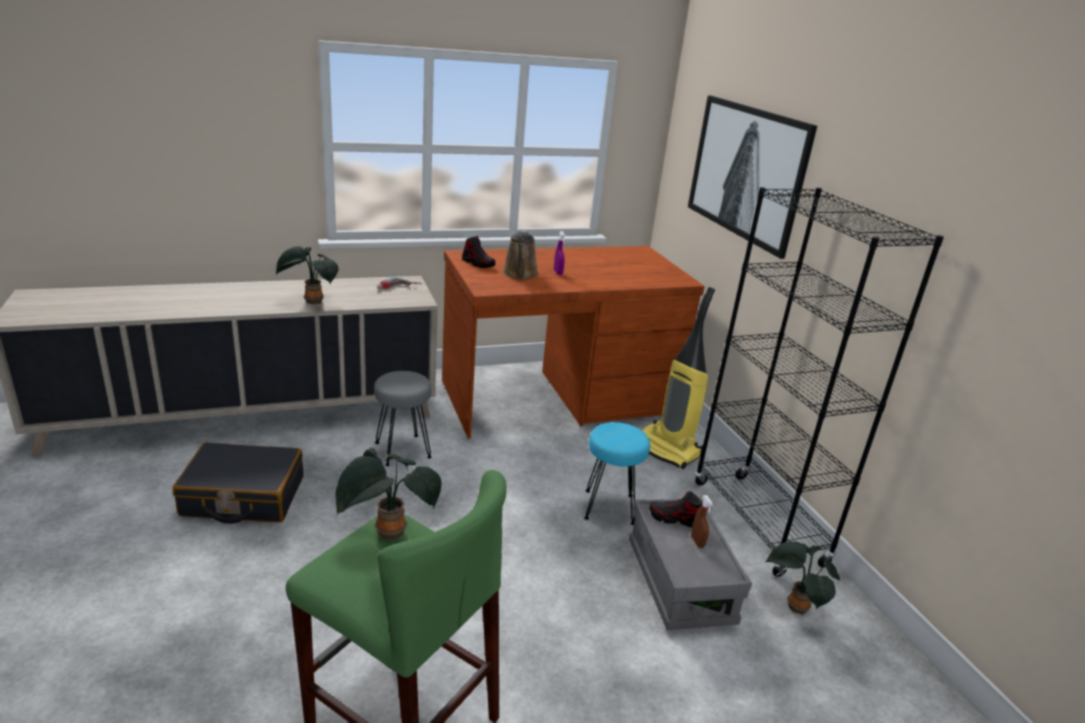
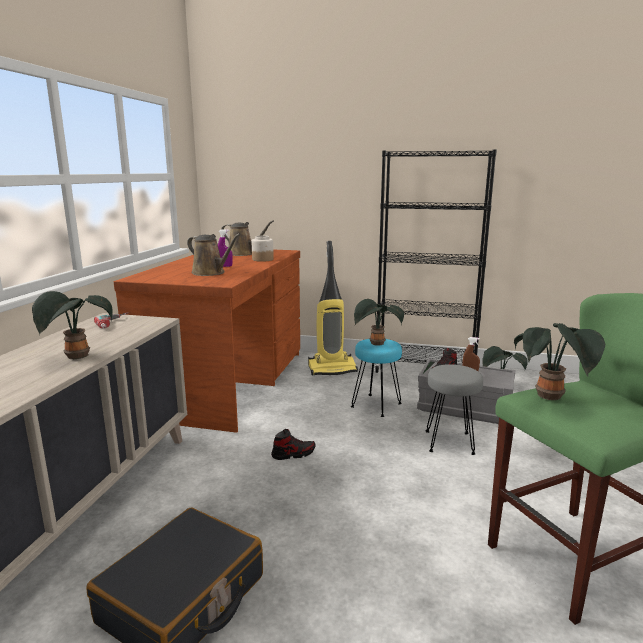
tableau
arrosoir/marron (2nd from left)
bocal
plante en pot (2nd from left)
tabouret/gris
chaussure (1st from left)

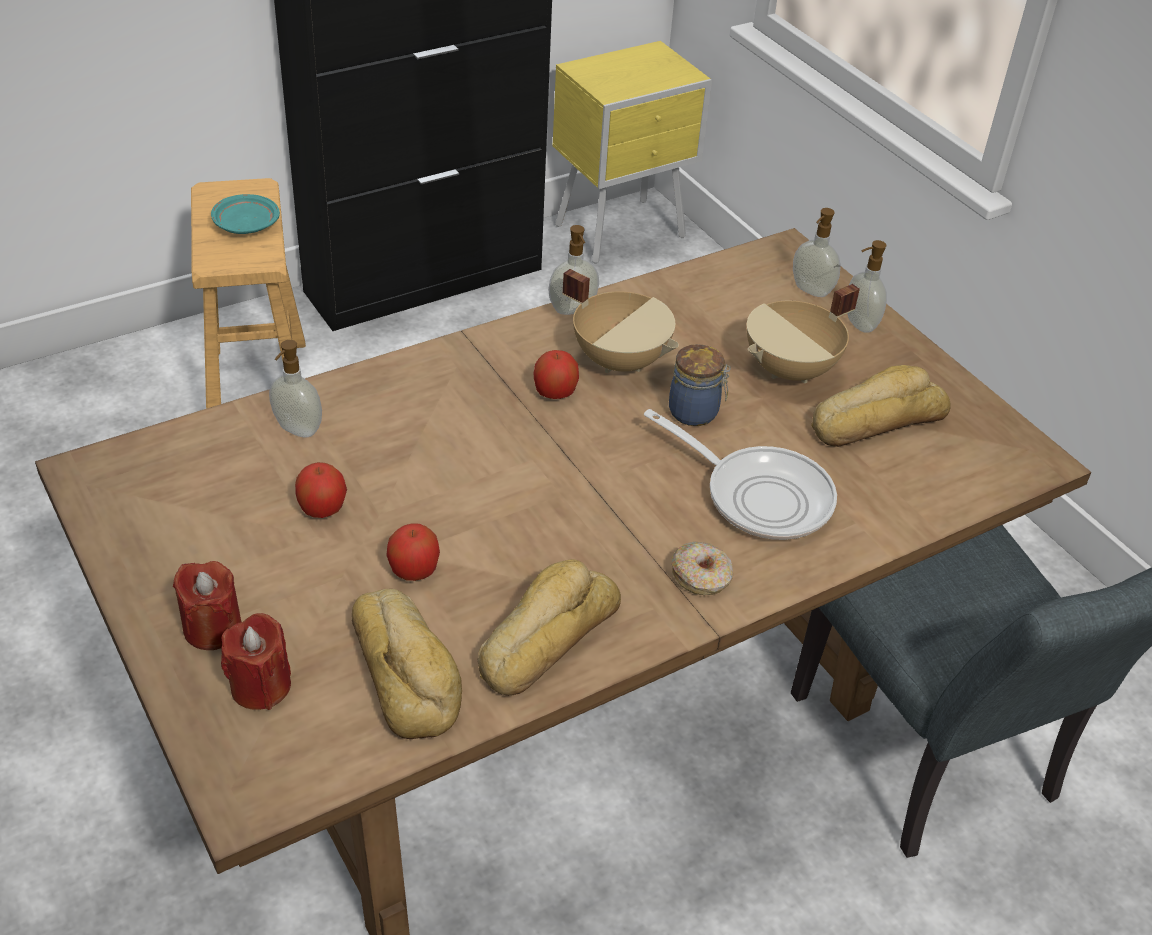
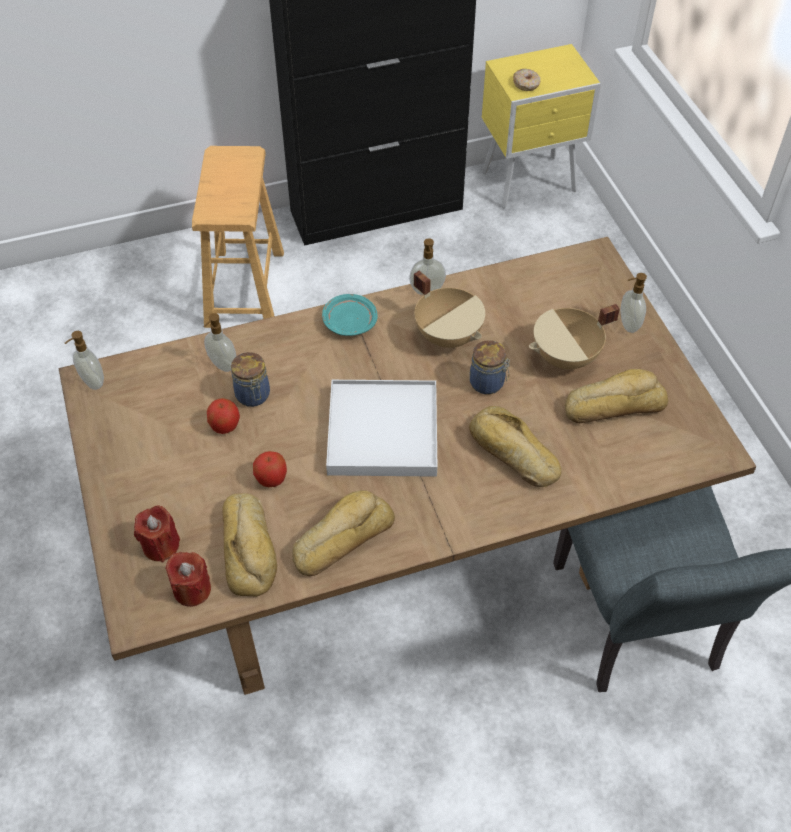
pomme (3rd from left in the first image)
bocal (1st from left)
plateau/blanc
bougie/rouge (2nd from left)
assiette/turquoise
beignet
distributeur de savon (1st from left)
pain (3rd from left)

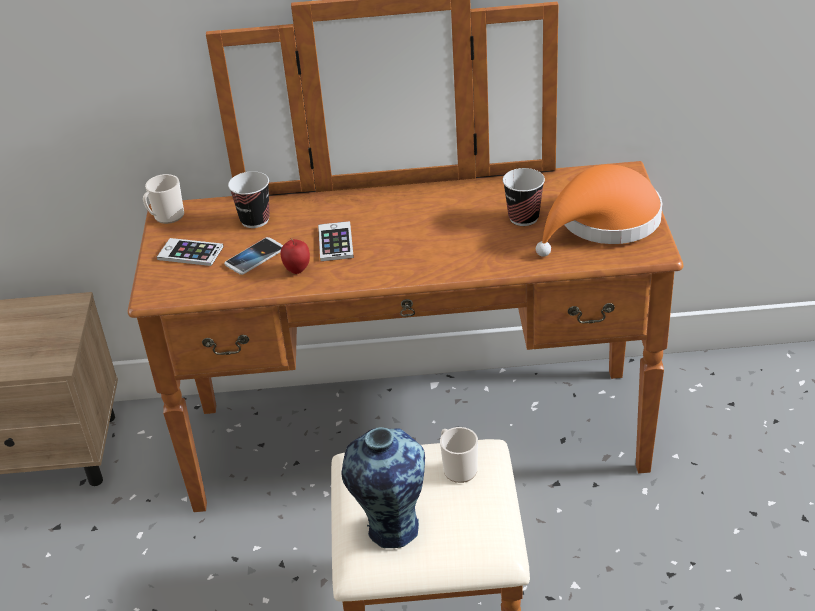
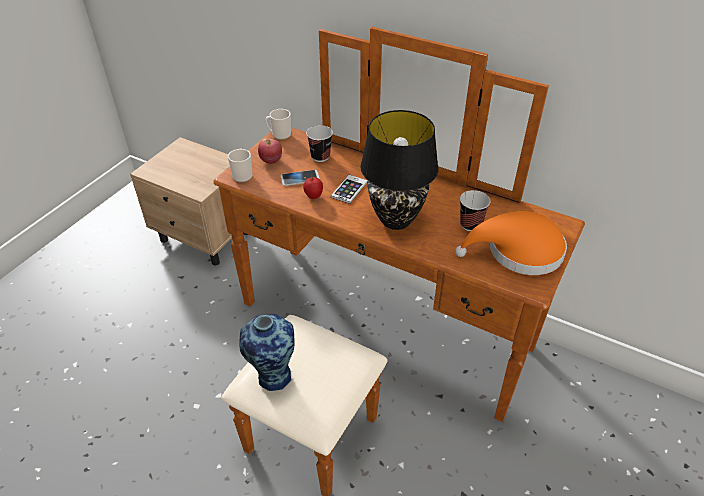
lampe de table/noir
mug (1st from left)
pomme (1st from left)

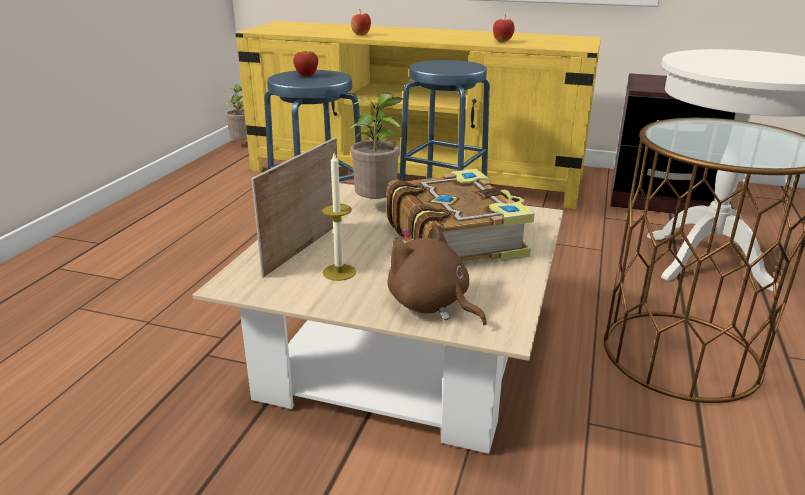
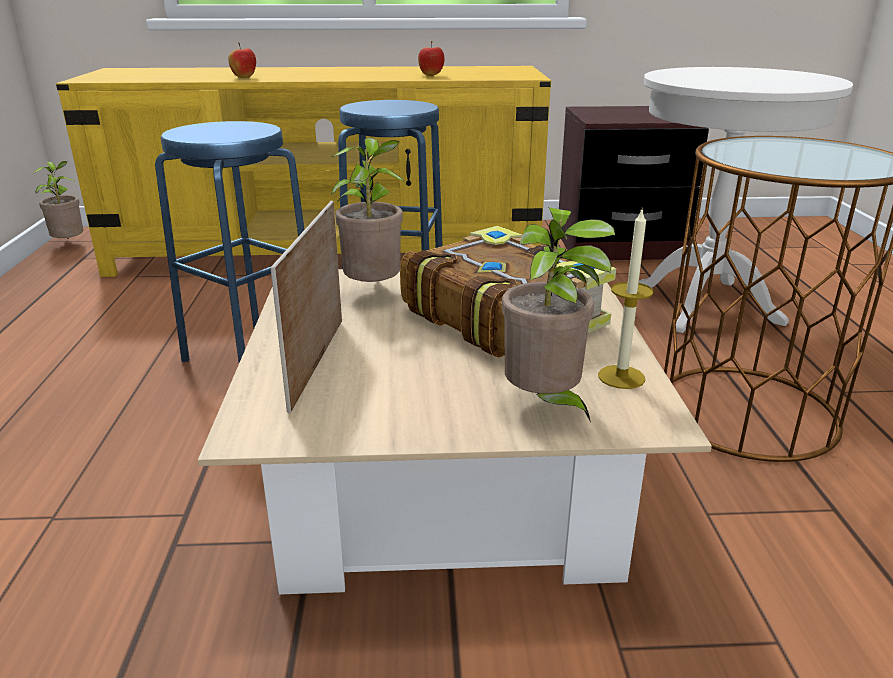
pomme (1st from left in the first image)
bougie
plante en pot (3rd from left)

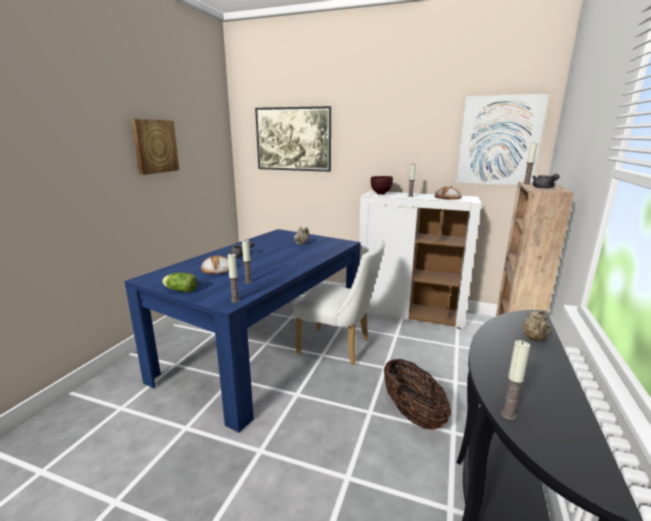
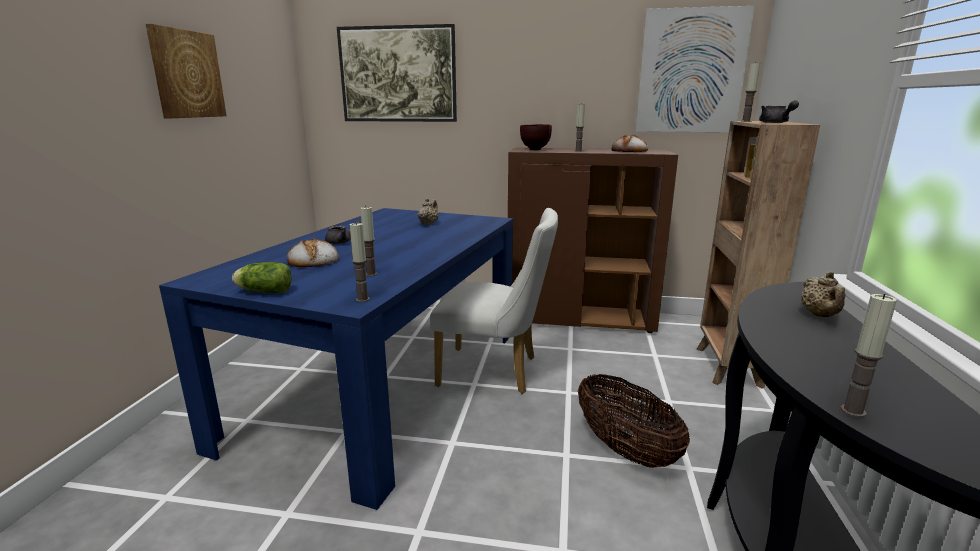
meuble de rangement/marron

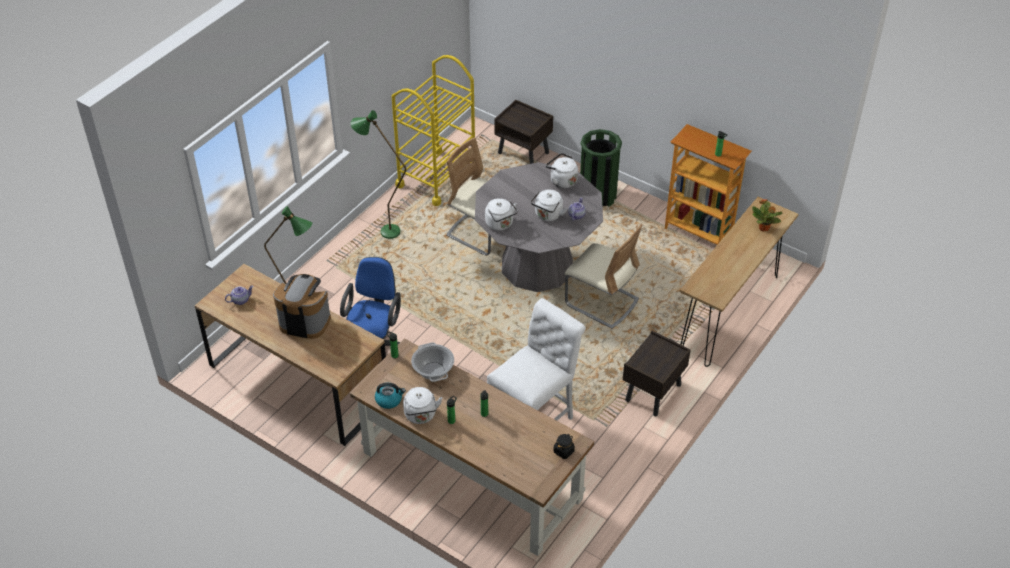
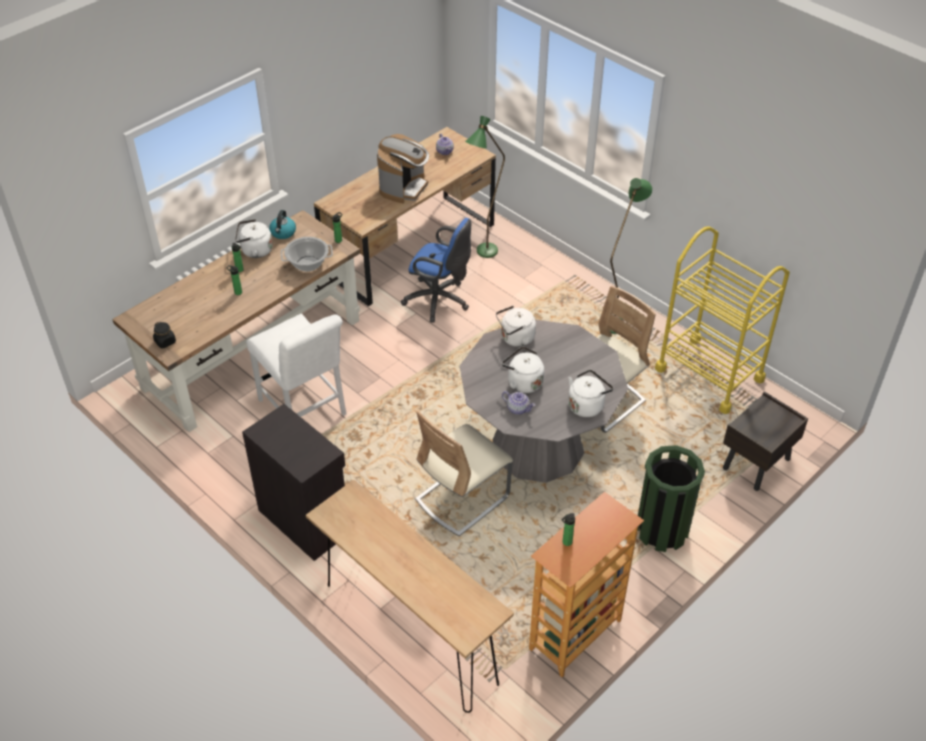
plante en pot
meuble de rangement/noir

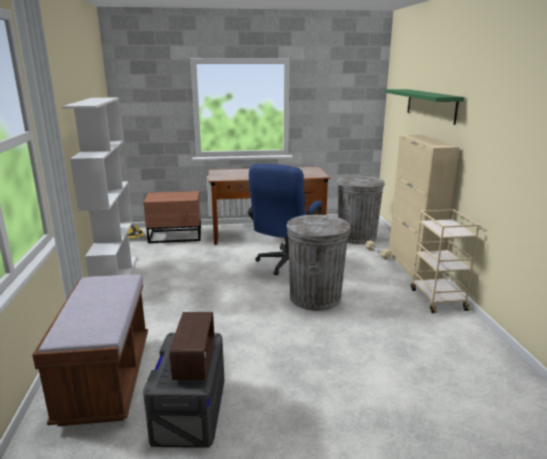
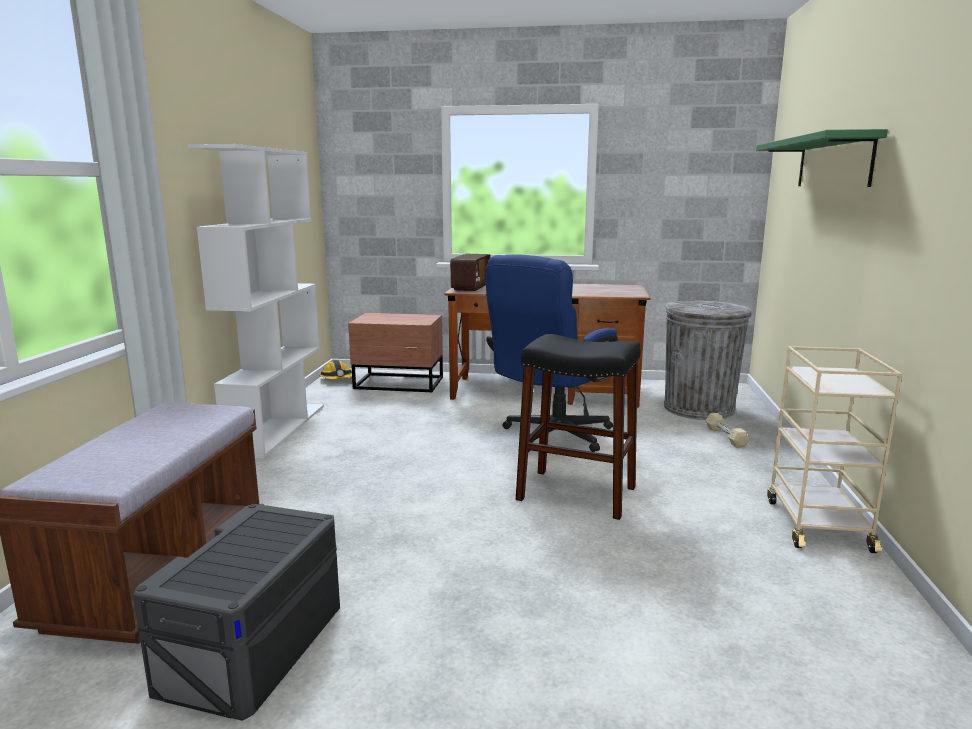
meuble de rangement/beige
radio
tabouret/noir

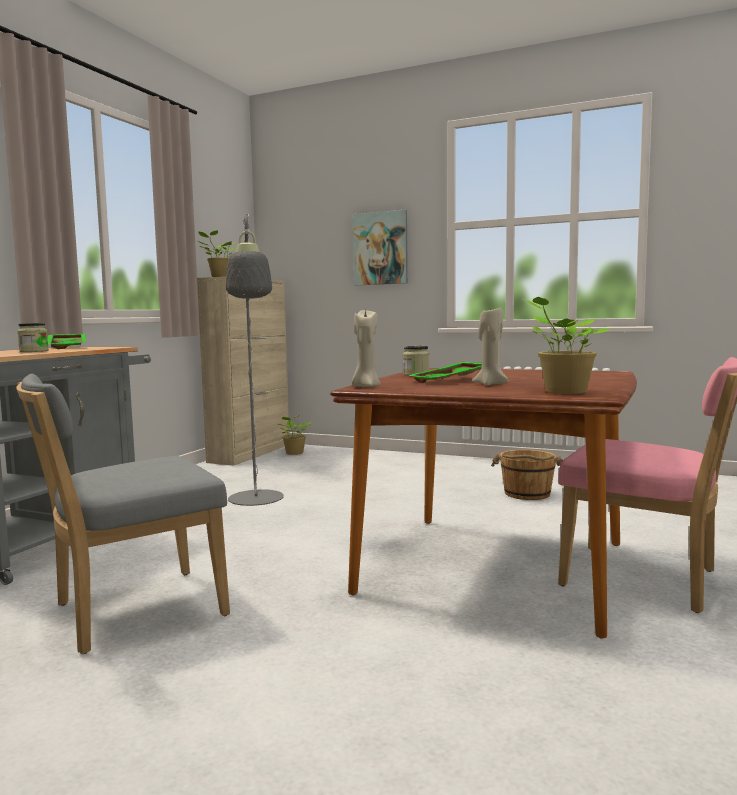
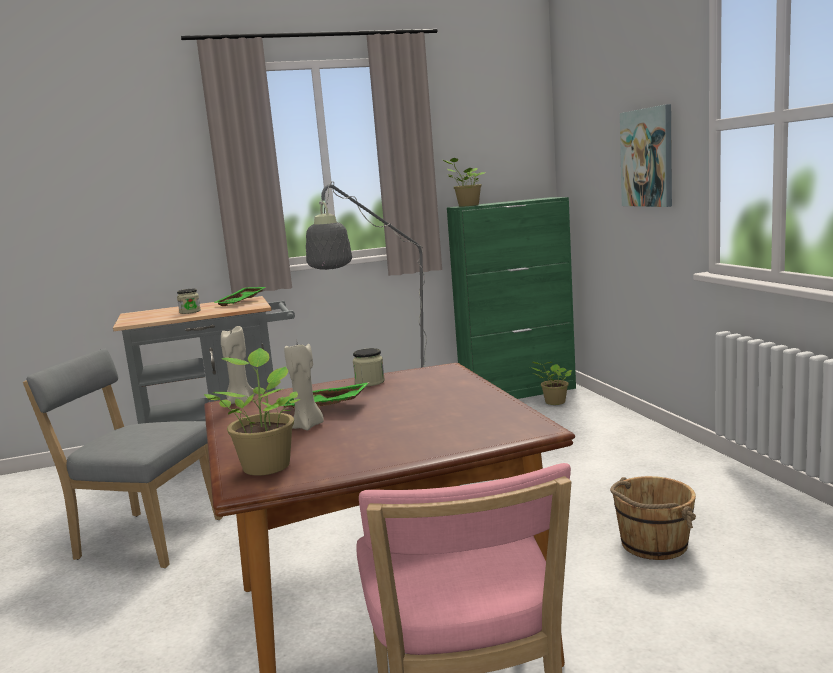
meuble de rangement/vert

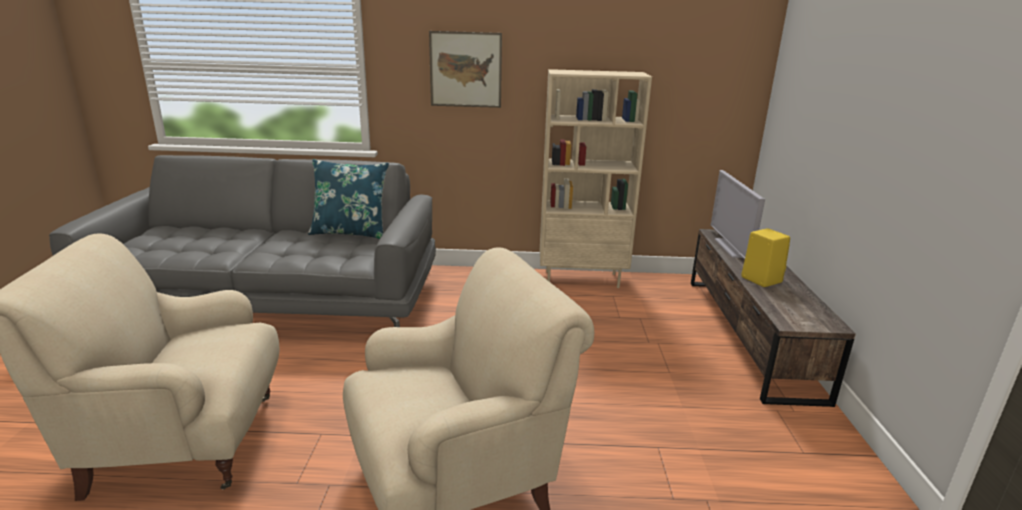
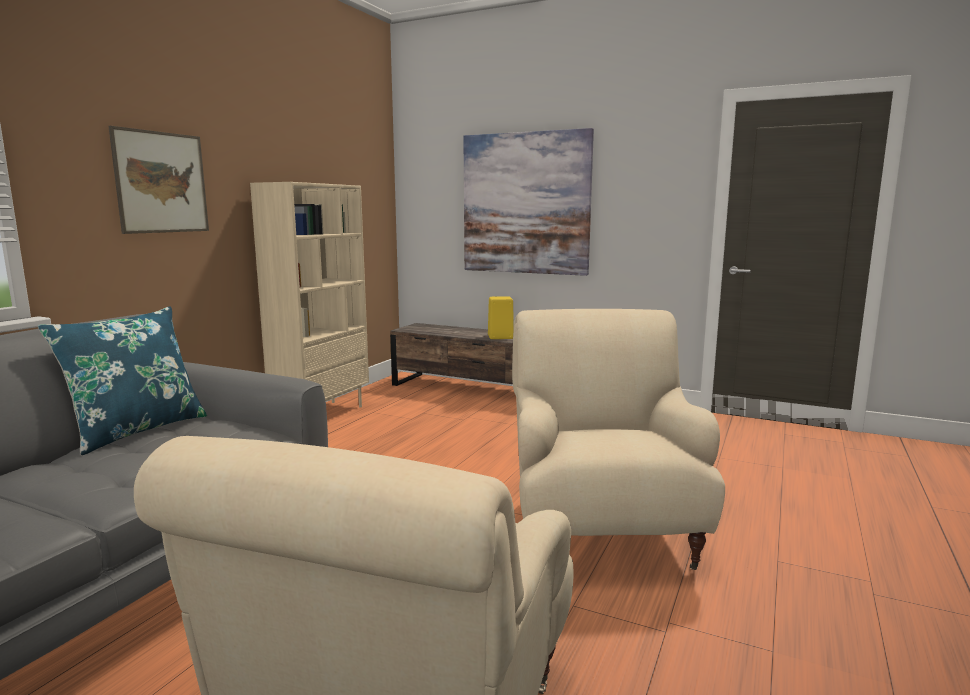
téléviseur
tableau (2nd from left)

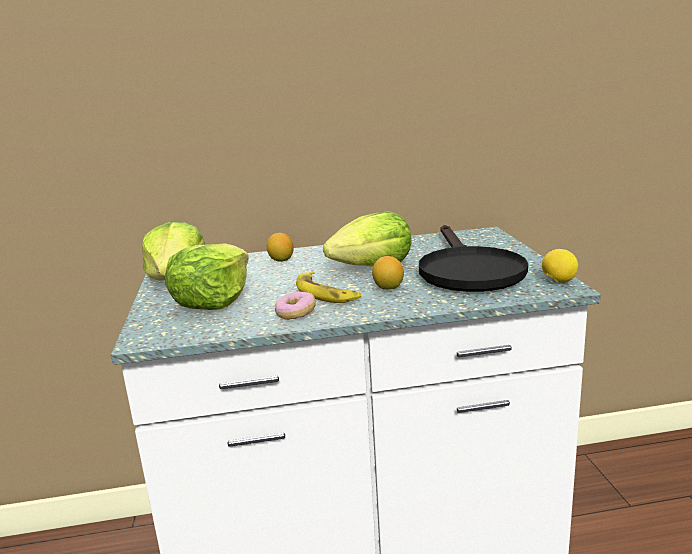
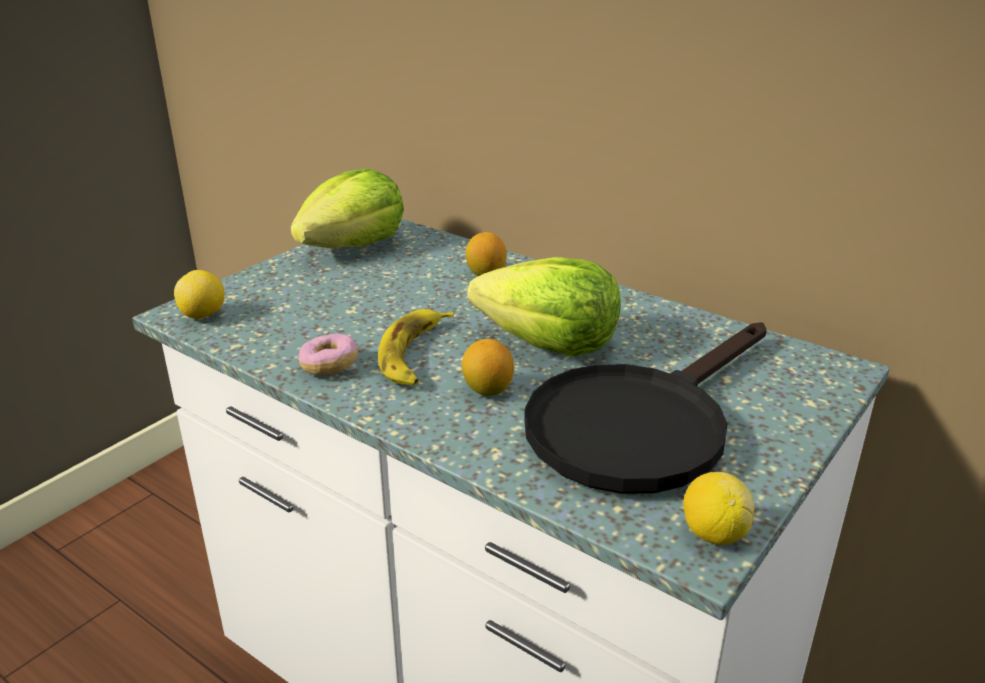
laitue (2nd from left in the first image)
citron (1st from left)

